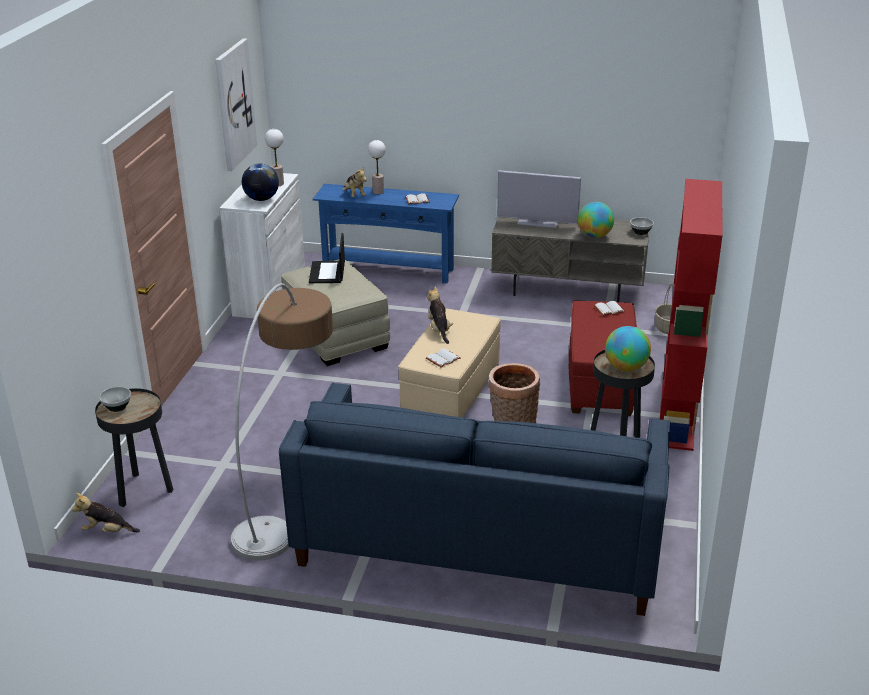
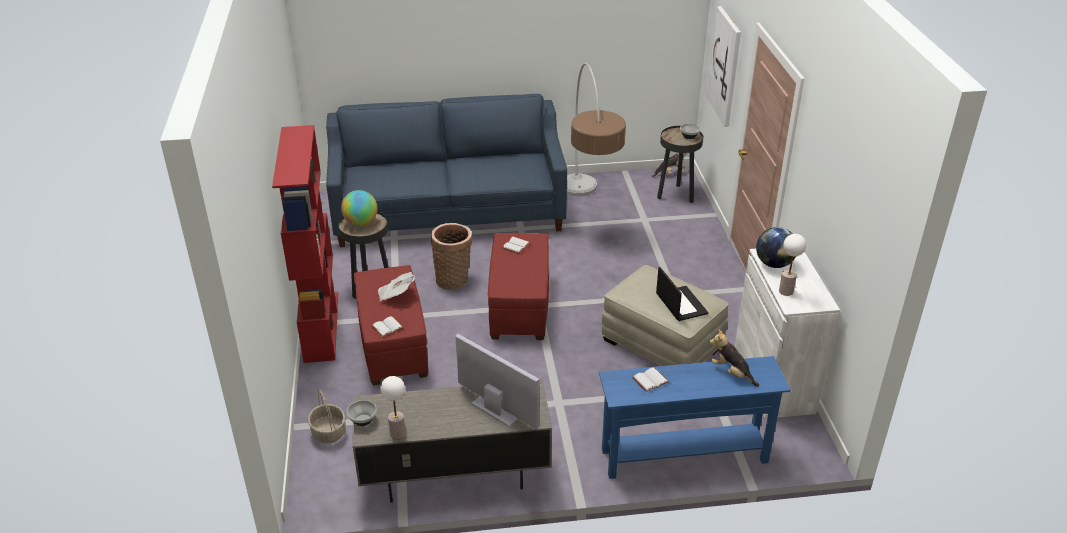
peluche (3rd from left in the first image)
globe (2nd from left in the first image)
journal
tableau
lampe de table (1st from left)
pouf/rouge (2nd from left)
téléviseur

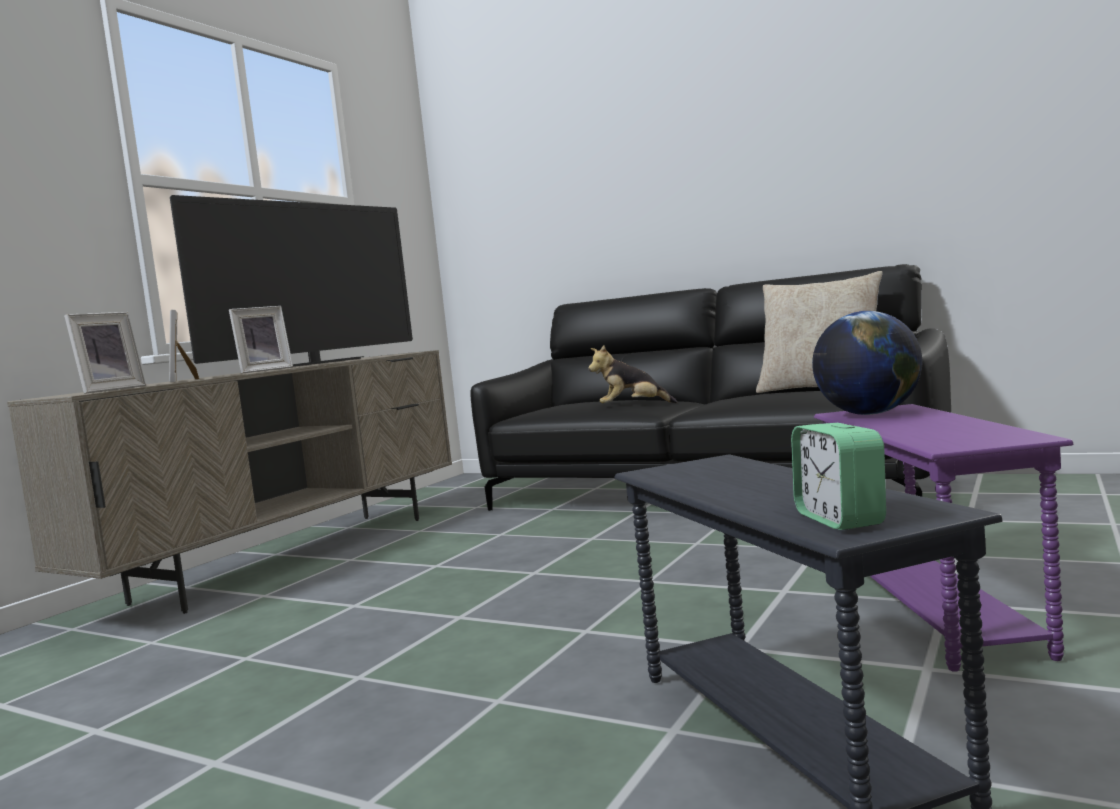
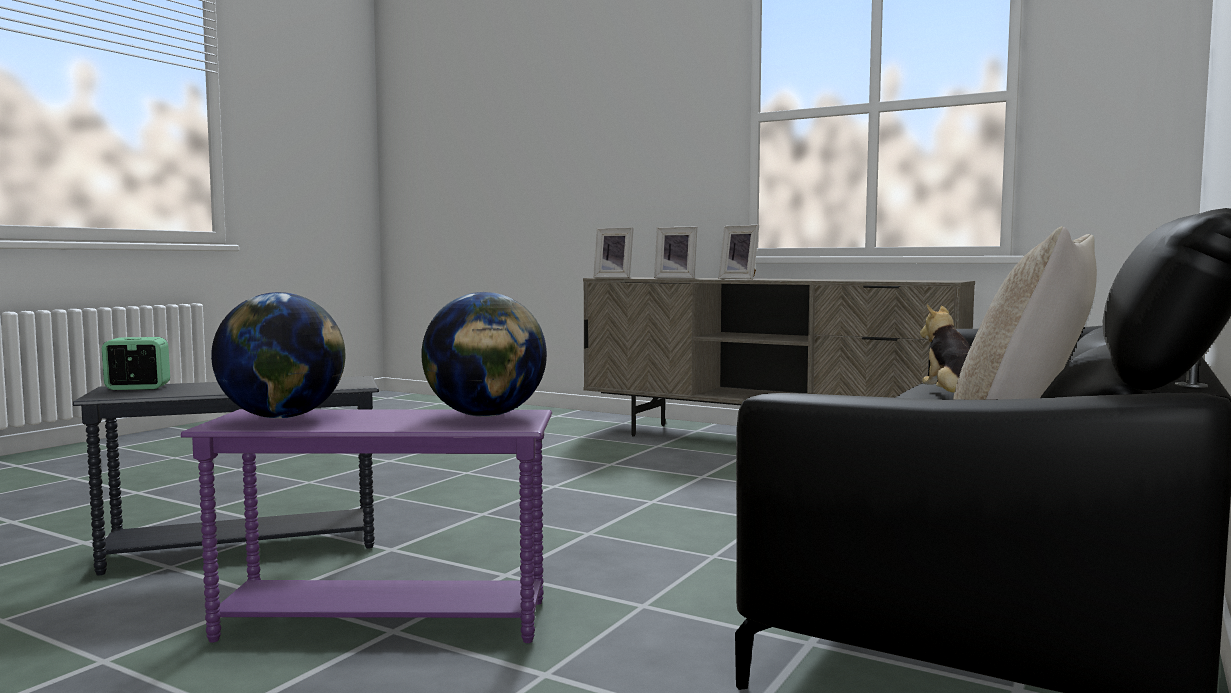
téléviseur
globe (1st from left)
cadre photo (2nd from left)

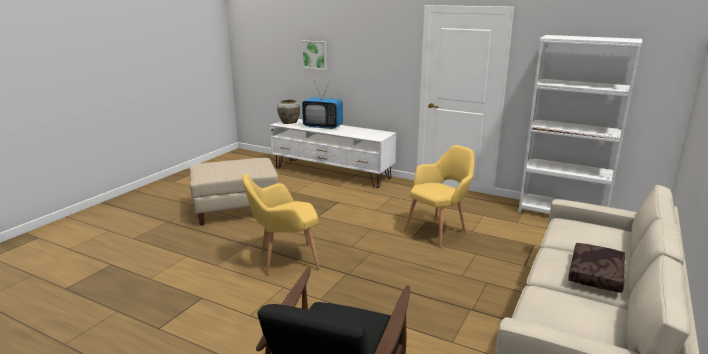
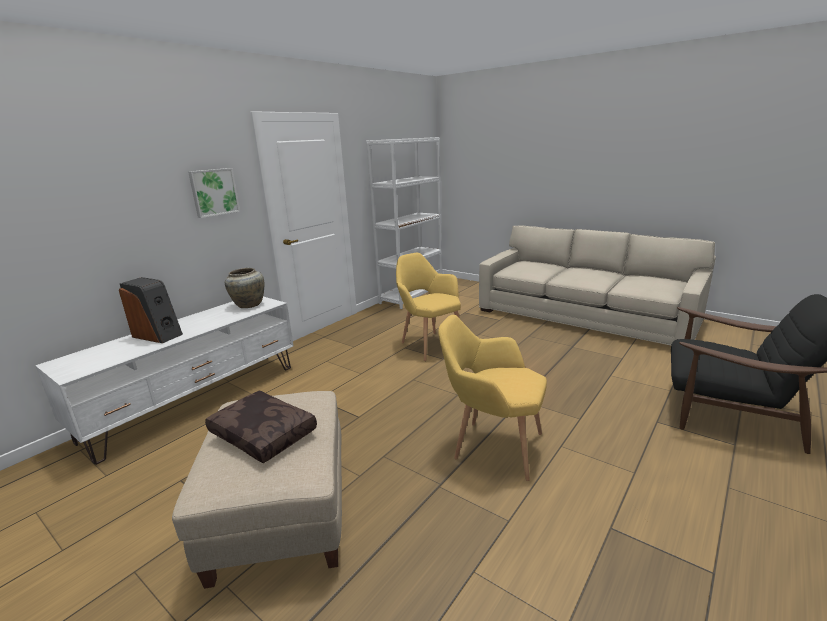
vase/beige
tableau
coussin/marron
enceinte
fauteuil/jaune (2nd from left)

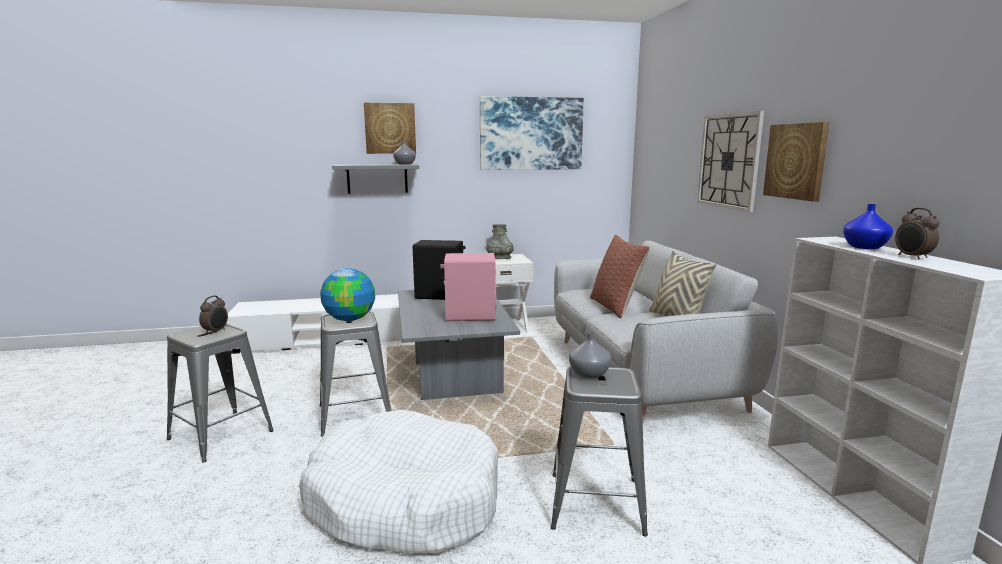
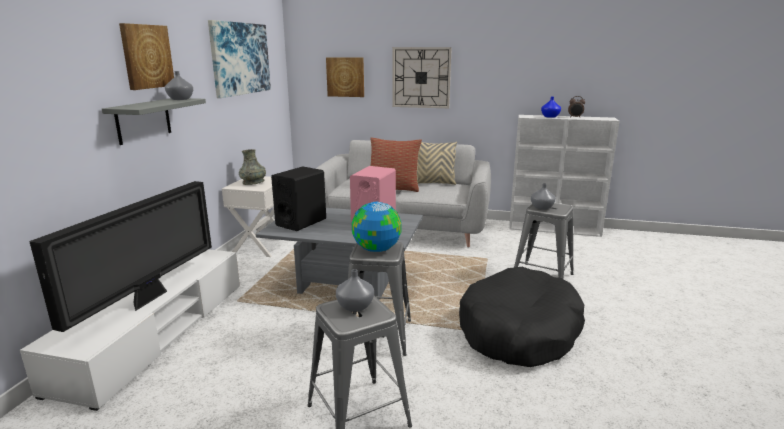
téléviseur
tableau (3rd from left)
vase/gris (3rd from left)
panier pour chien/noir

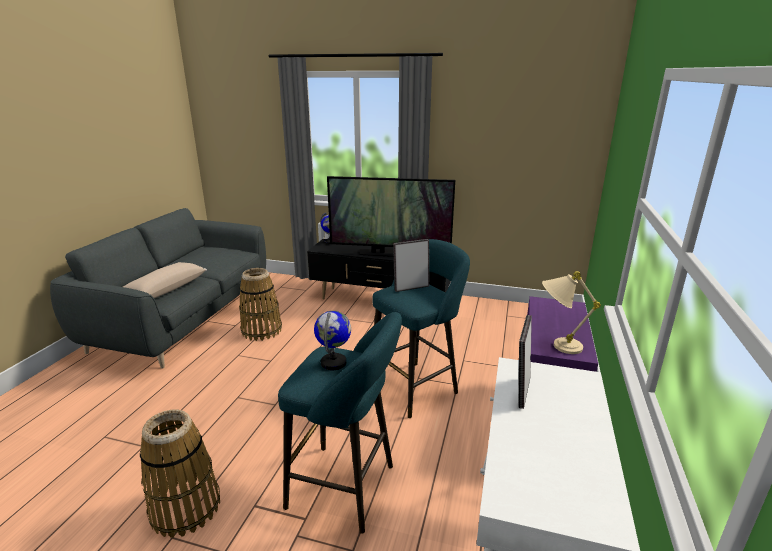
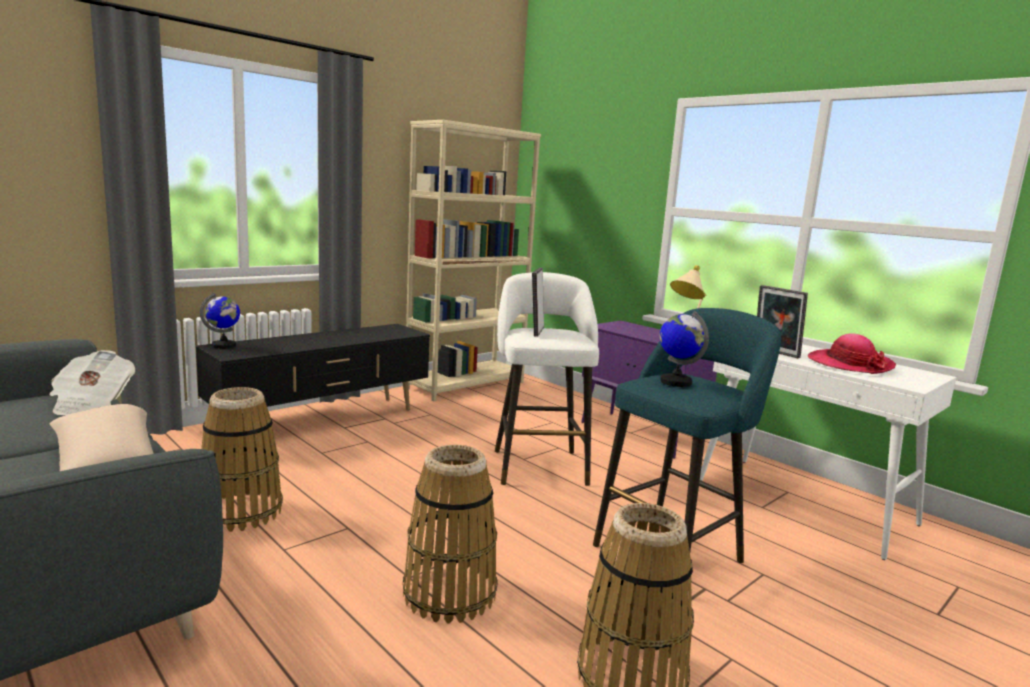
téléviseur
journal
panier (2nd from left)
bibliothèque/beige
chapeau
tabouret/blanc

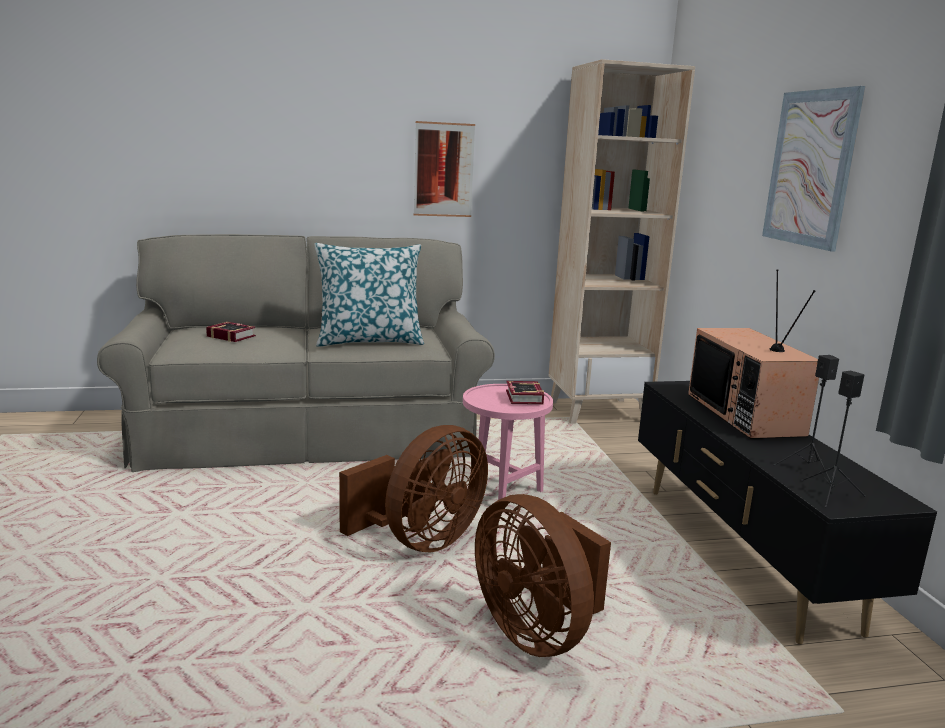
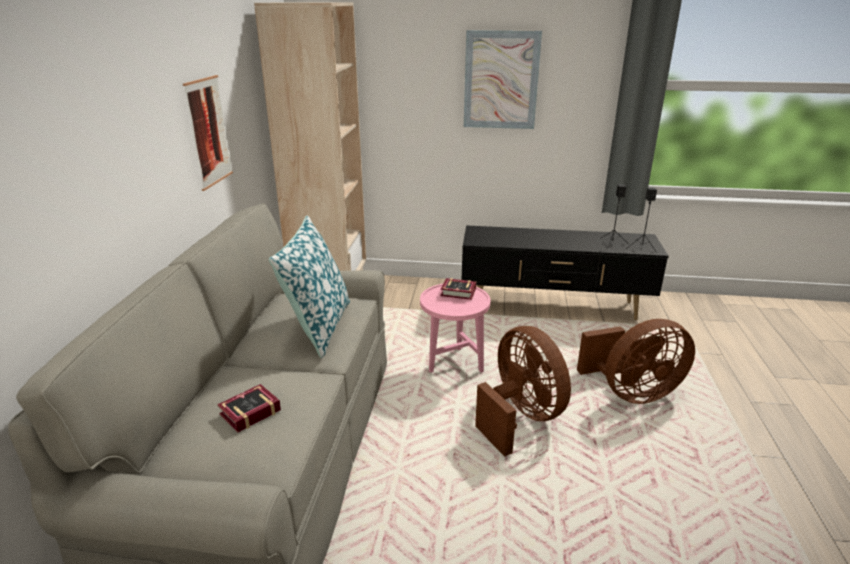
téléviseur

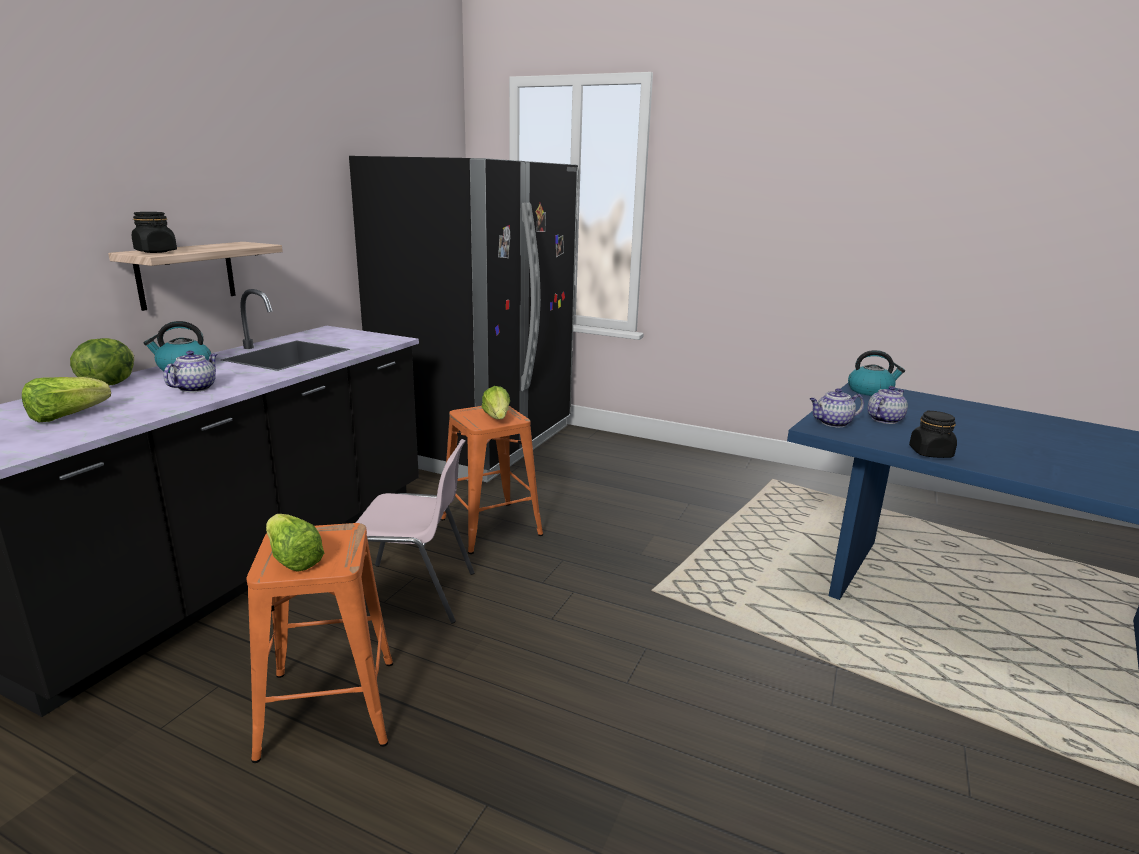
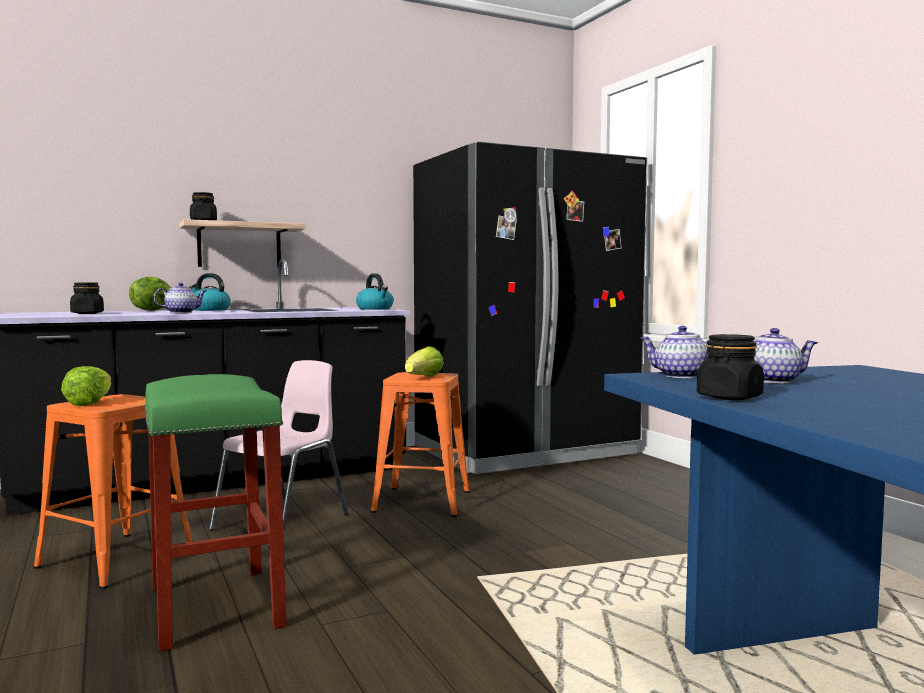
tabouret/vert
bouilloire (2nd from left)
bocal/noir (1st from left)
chaise/rose

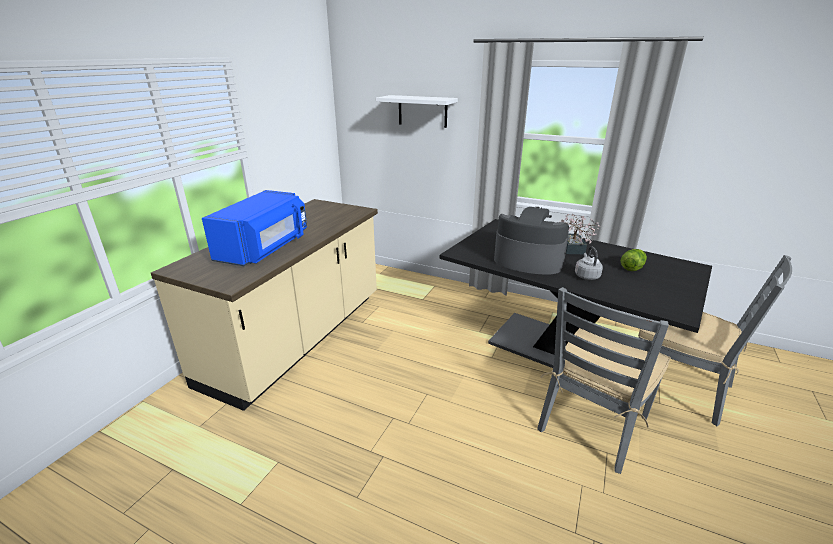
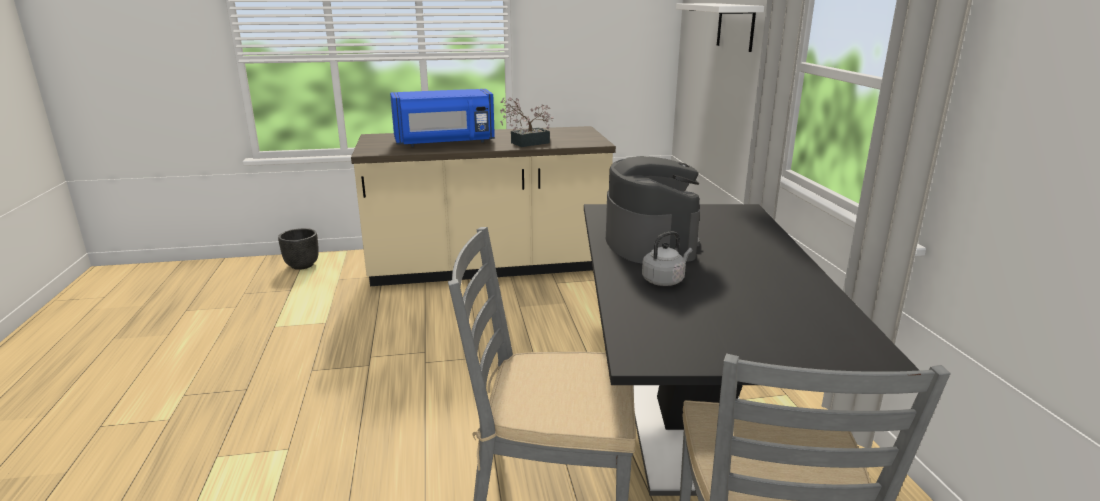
laitue
cache-pot/noir
plante en pot

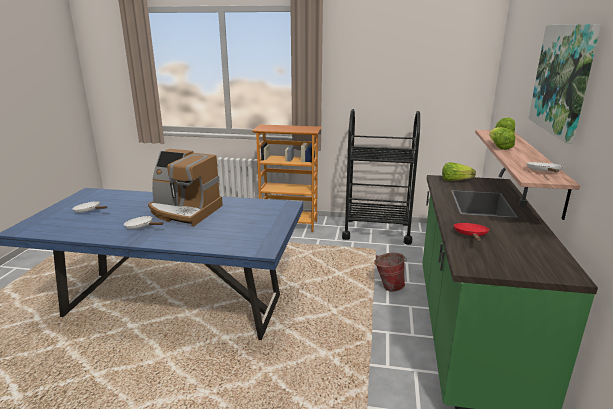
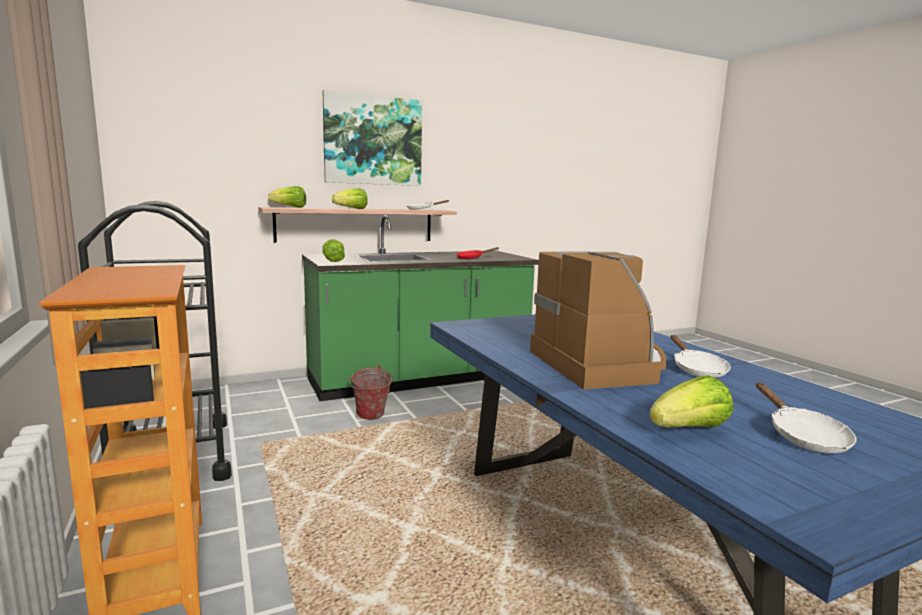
laitue (4th from left)

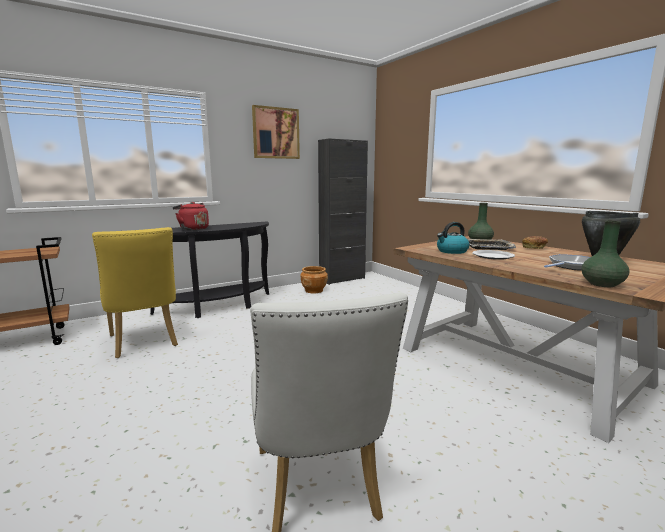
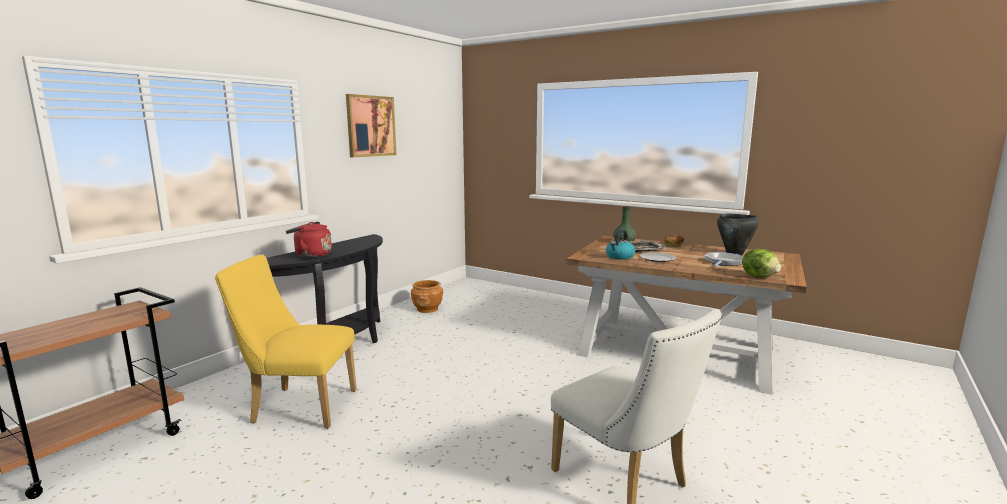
meuble de rangement/noir
laitue
chaise/jaune

